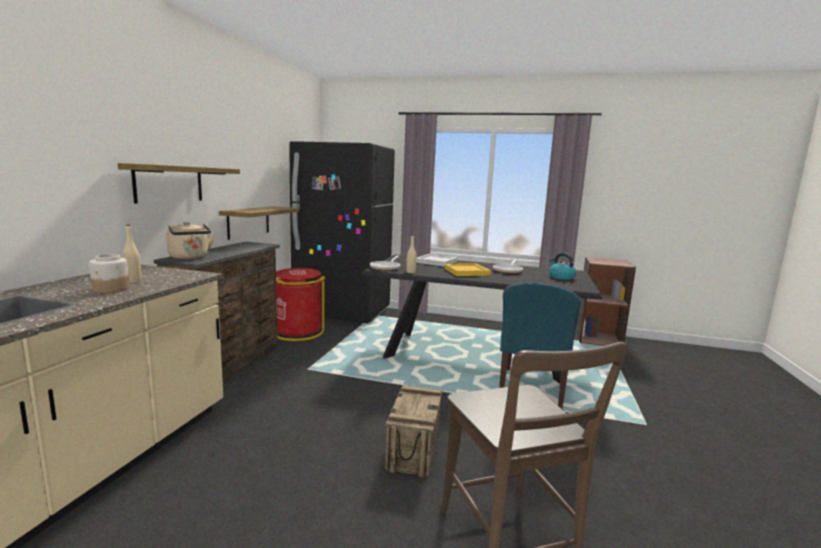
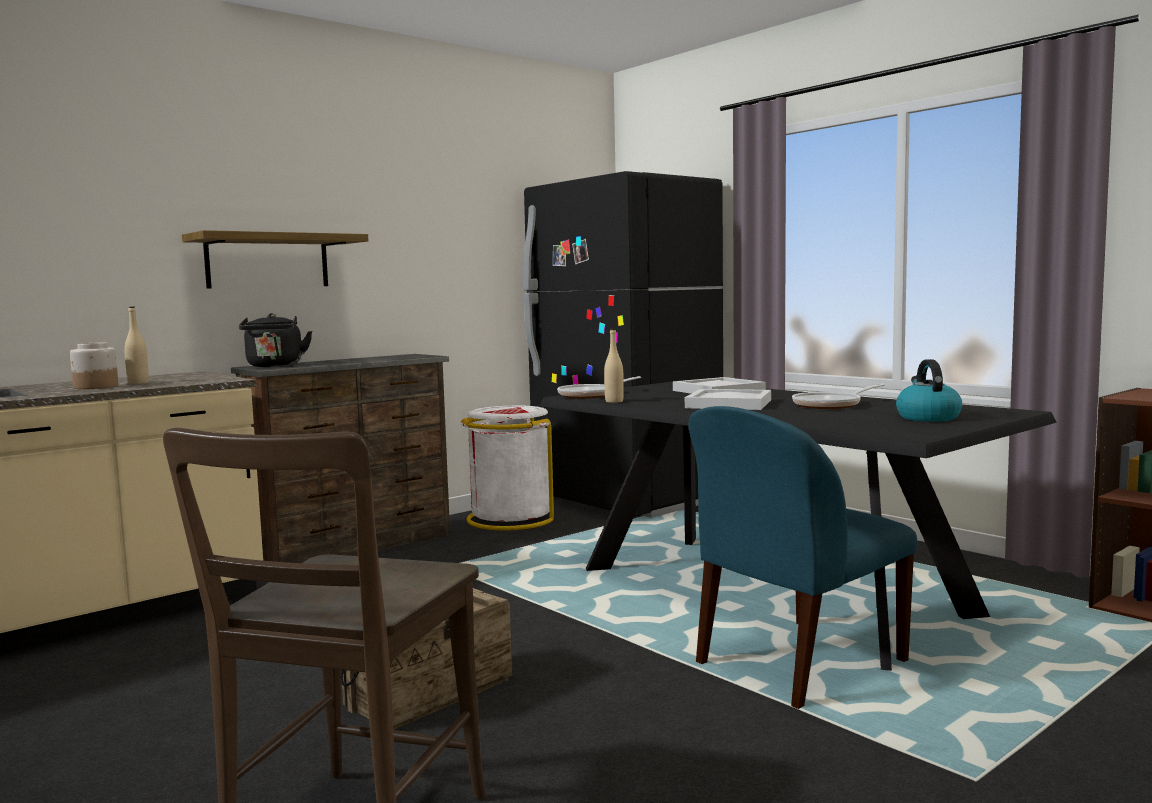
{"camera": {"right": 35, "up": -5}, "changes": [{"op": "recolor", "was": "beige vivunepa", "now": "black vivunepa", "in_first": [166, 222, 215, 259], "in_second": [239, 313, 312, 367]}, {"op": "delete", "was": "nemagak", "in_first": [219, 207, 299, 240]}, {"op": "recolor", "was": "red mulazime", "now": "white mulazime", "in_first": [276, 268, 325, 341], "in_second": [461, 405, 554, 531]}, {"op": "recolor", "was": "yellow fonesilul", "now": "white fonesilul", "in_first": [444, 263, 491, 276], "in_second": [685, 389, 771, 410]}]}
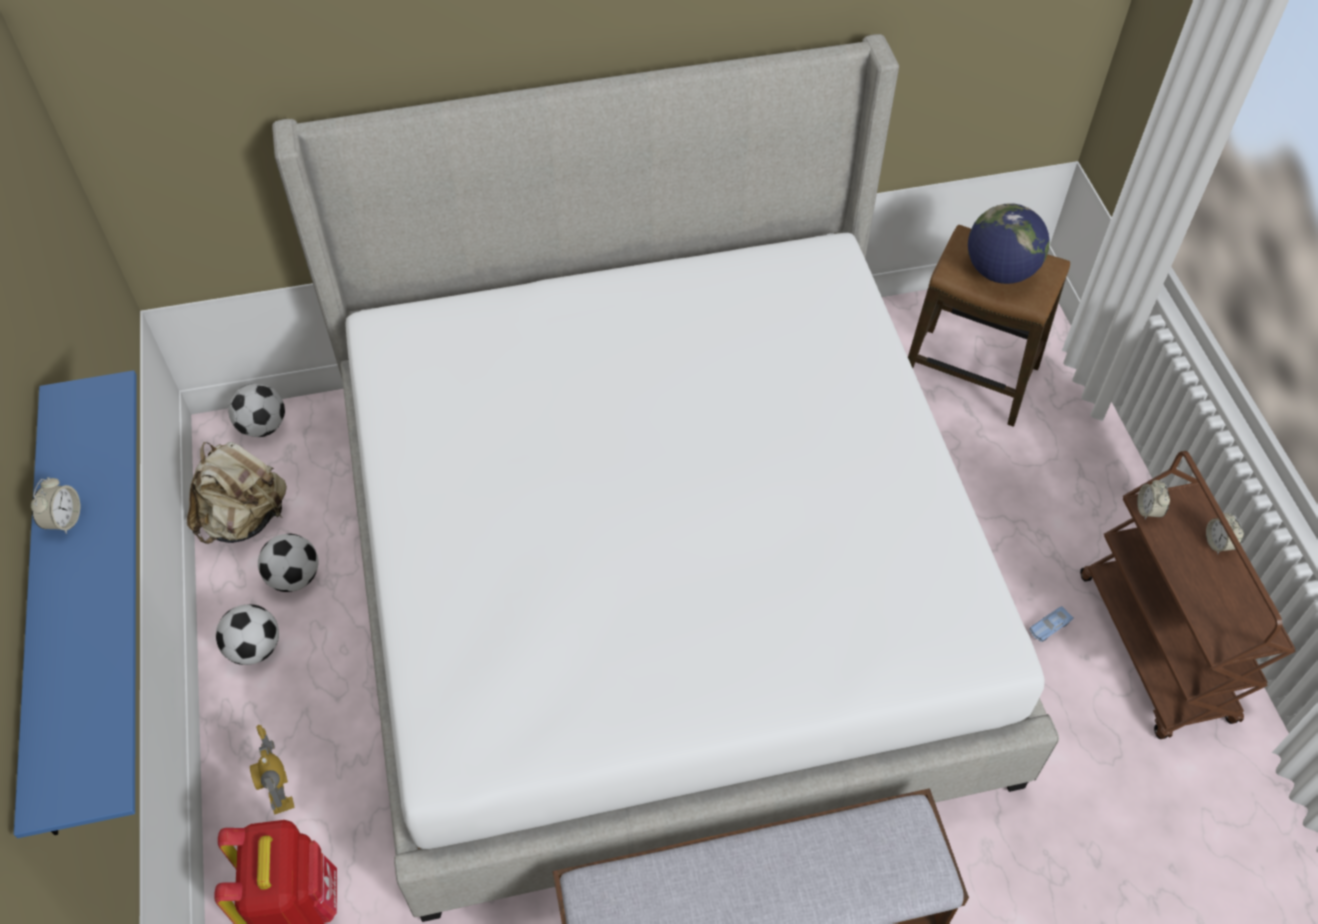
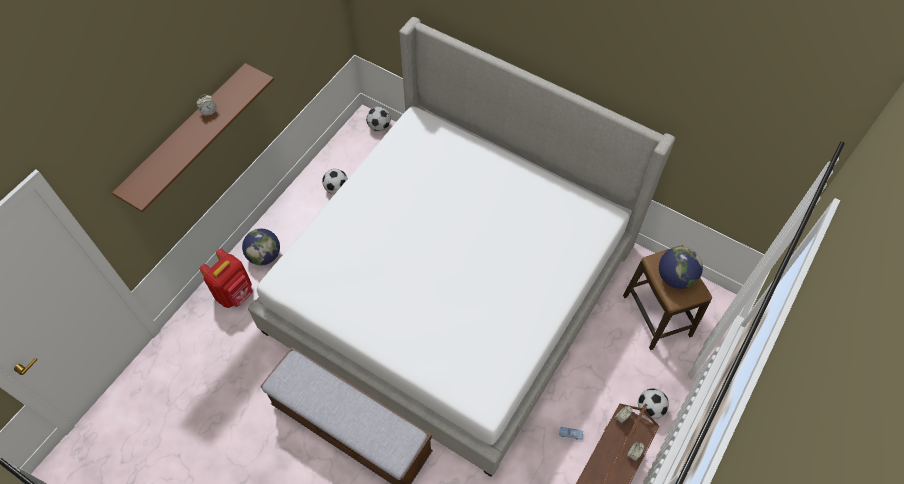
{"camera": {"right": 45, "up": 5}, "changes": [{"op": "recolor", "was": "blue nemagak", "now": "brown nemagak", "in_first": [14, 370, 137, 838], "in_second": [112, 63, 274, 212]}, {"op": "delete", "was": "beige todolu", "in_first": [187, 442, 287, 544]}, {"op": "move", "was": "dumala", "in_first": [216, 604, 279, 665], "in_second": [638, 388, 669, 419]}, {"op": "replace", "was": "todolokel", "now": "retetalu", "in_first": [250, 725, 295, 815], "in_second": [242, 229, 280, 265]}]}
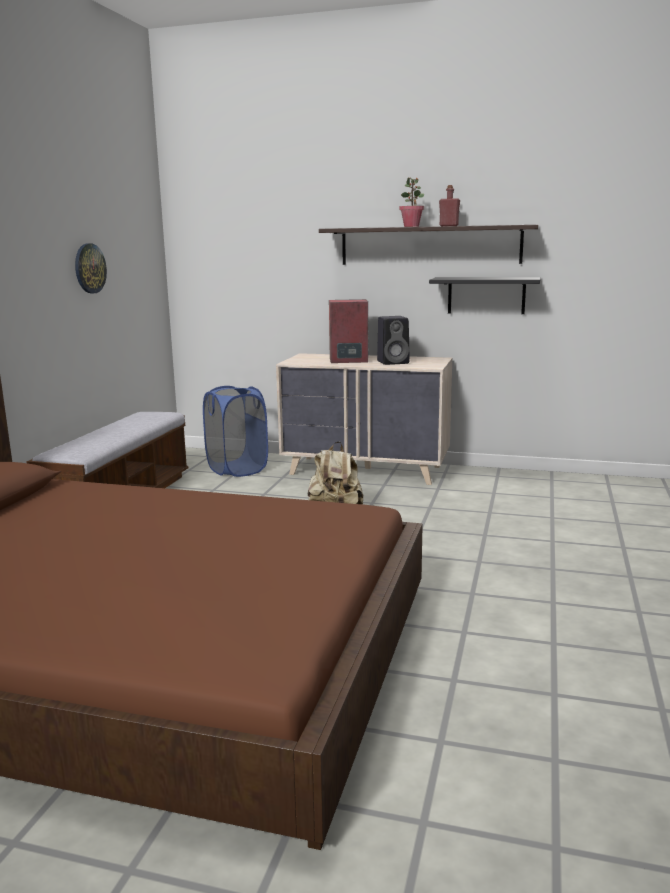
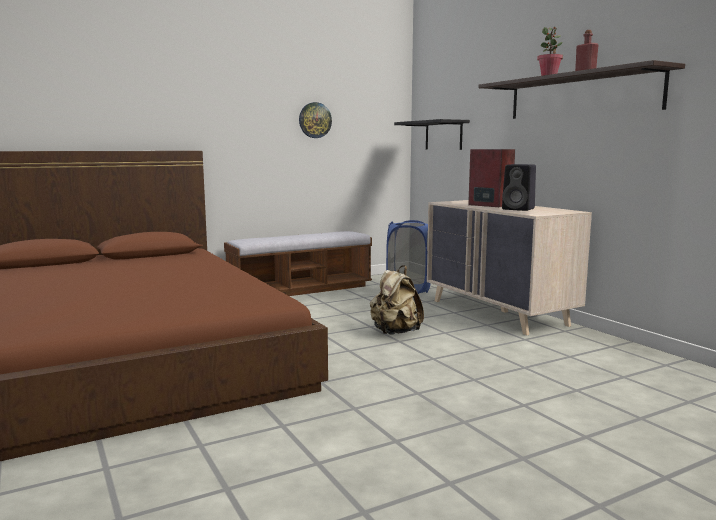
{"camera": {"right": 45, "up": -5}, "changes": [{"op": "move", "was": "black nemagak", "in_first": [429, 277, 541, 314], "in_second": [394, 119, 470, 150]}]}
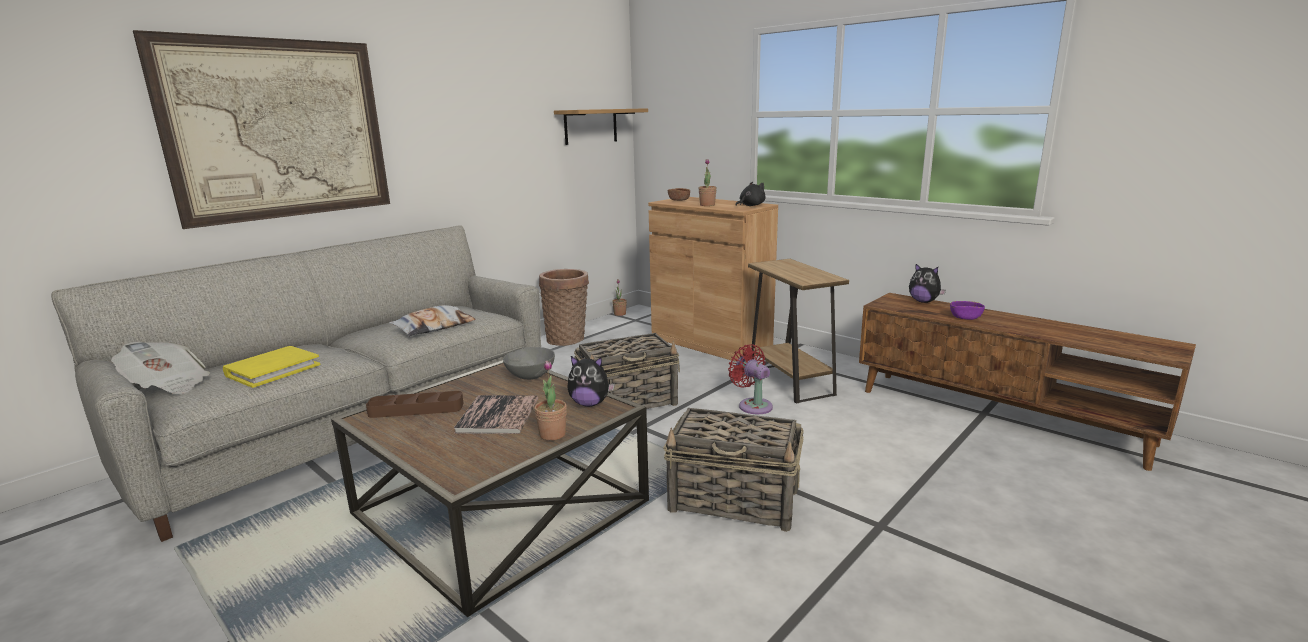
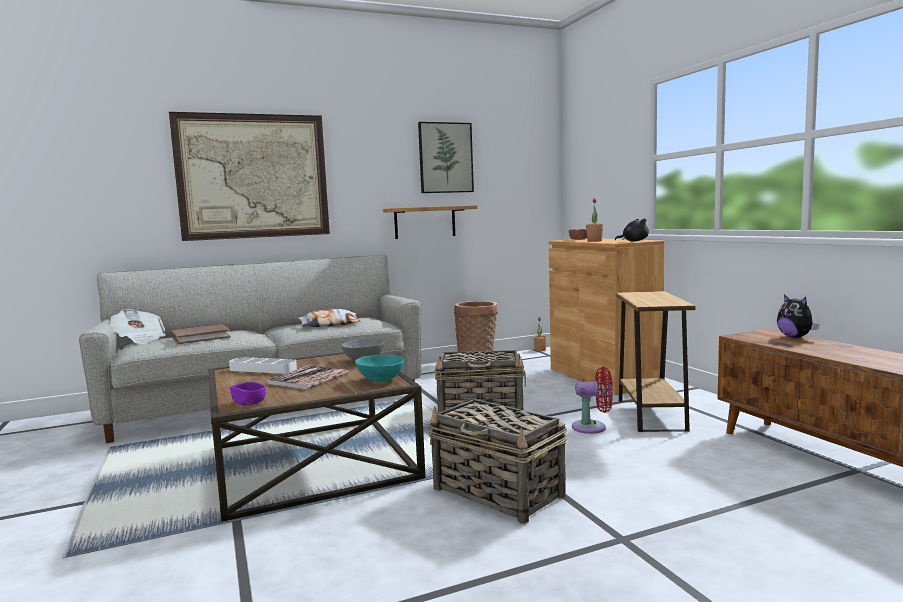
{"camera": {"right": 25, "up": -10}, "changes": [{"op": "recolor", "was": "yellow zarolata", "now": "brown zarolata", "in_first": [223, 346, 321, 388], "in_second": [172, 324, 231, 344]}, {"op": "recolor", "was": "brown fonesilul", "now": "white fonesilul", "in_first": [366, 391, 464, 418], "in_second": [229, 357, 297, 374]}, {"op": "delete", "was": "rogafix", "in_first": [534, 361, 567, 441]}, {"op": "move", "was": "nemagak", "in_first": [554, 108, 648, 145], "in_second": [383, 205, 478, 239]}, {"op": "replace", "was": "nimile", "now": "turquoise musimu", "in_first": [567, 356, 615, 407], "in_second": [355, 355, 404, 382]}, {"op": "rotate", "was": "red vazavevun", "in_first": [728, 344, 773, 414], "in_second": [572, 367, 613, 434], "clockwise": 105}, {"op": "move", "was": "purple musimu", "in_first": [950, 301, 985, 320], "in_second": [230, 382, 266, 405]}, {"op": "insert", "now": "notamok", "in_second": [418, 122, 474, 193]}]}
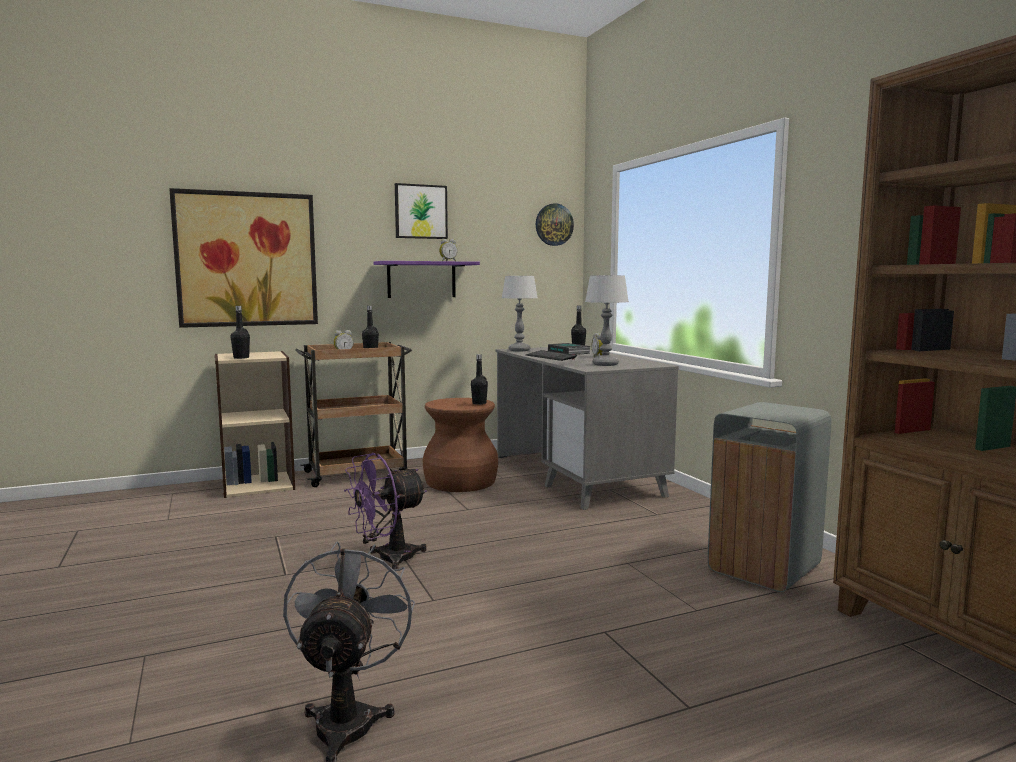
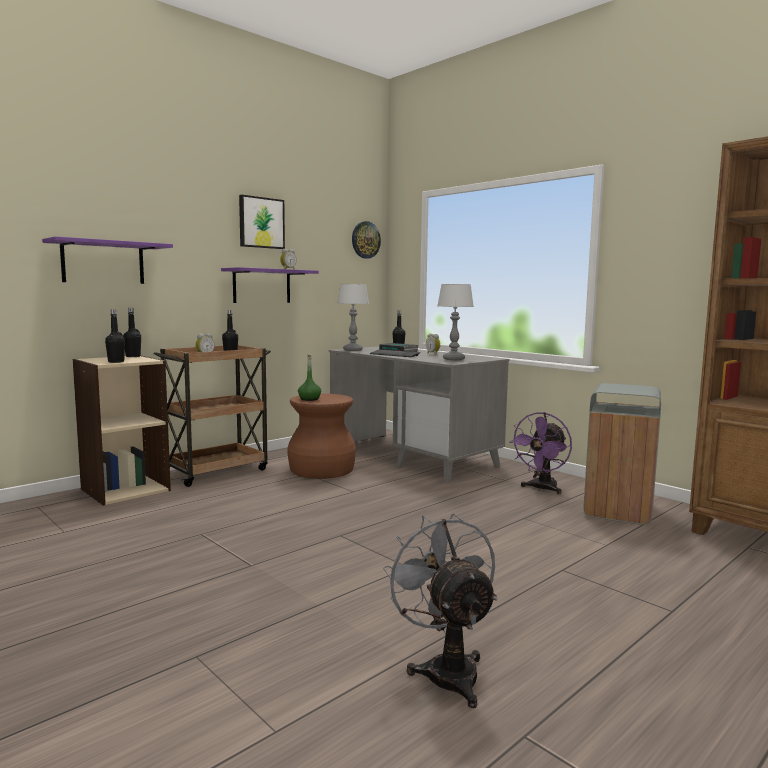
{"camera": {"right": -20, "up": 0}, "changes": [{"op": "replace", "was": "notamok", "now": "purple nemagak", "in_first": [169, 188, 318, 328], "in_second": [42, 236, 173, 284]}, {"op": "move", "was": "purple vazavevun", "in_first": [344, 453, 427, 569], "in_second": [509, 412, 572, 494]}, {"op": "move", "was": "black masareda", "in_first": [471, 354, 488, 405], "in_second": [123, 308, 141, 357]}, {"op": "insert", "now": "green masareda", "in_second": [298, 355, 321, 401]}]}
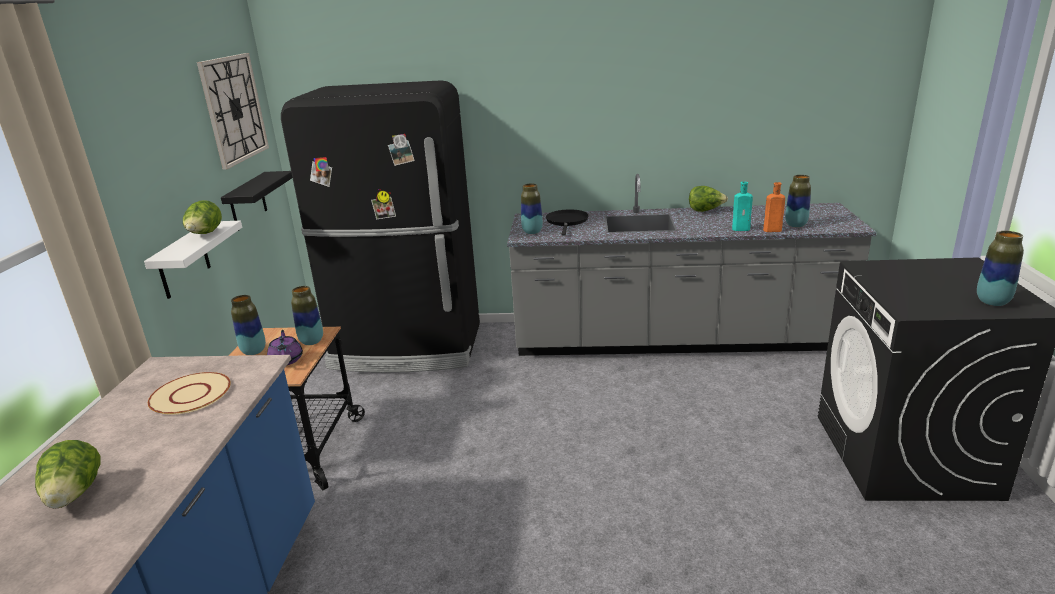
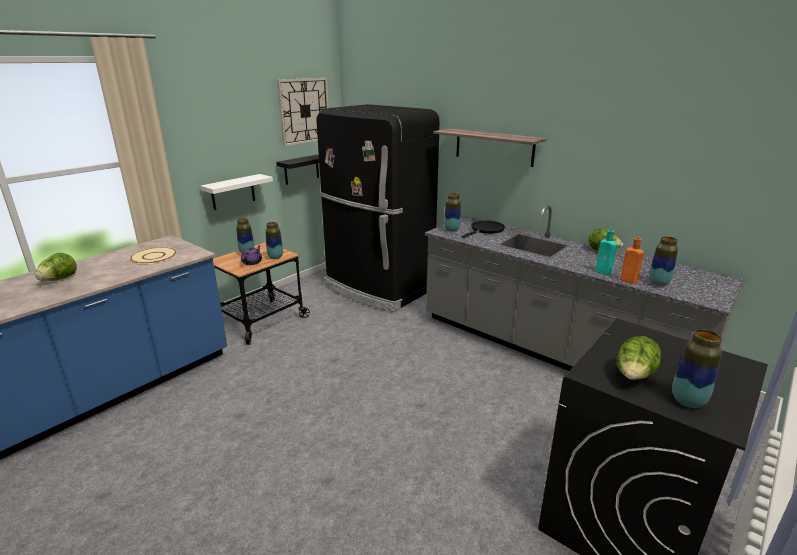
{"camera": {"right": 35, "up": 0}, "changes": [{"op": "move", "was": "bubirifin", "in_first": [183, 200, 222, 234], "in_second": [617, 336, 661, 380]}, {"op": "insert", "now": "nemagak", "in_second": [433, 128, 547, 167]}]}
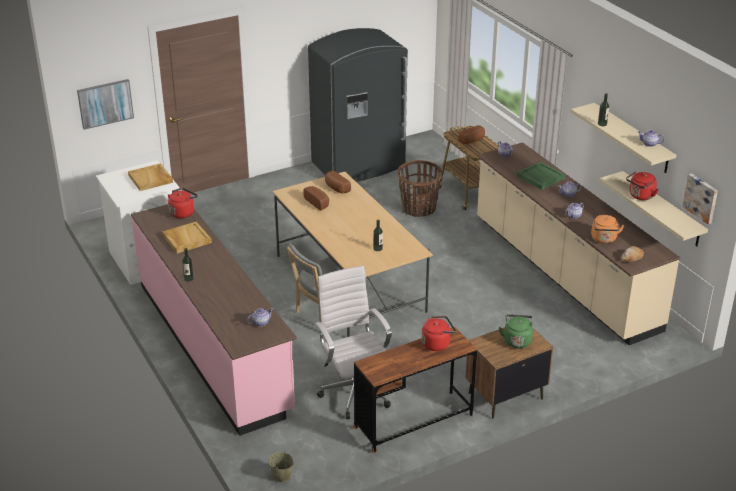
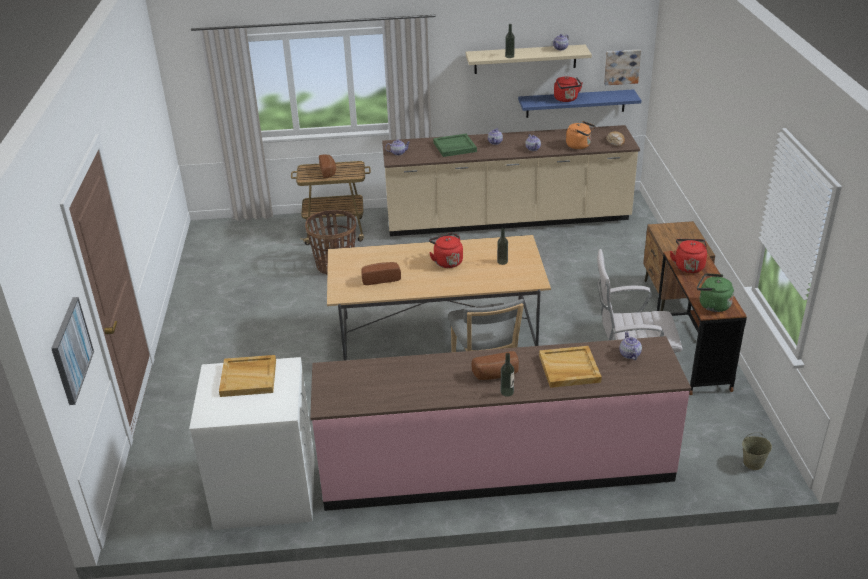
{"camera": {"right": -65, "up": 0}, "changes": [{"op": "move", "was": "beige fonesilul", "in_first": [162, 222, 212, 254], "in_second": [539, 346, 602, 388]}, {"op": "move", "was": "red vivunepa", "in_first": [168, 188, 198, 218], "in_second": [429, 233, 463, 268]}, {"op": "delete", "was": "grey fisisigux", "in_first": [308, 28, 408, 182]}, {"op": "move", "was": "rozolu", "in_first": [325, 170, 351, 193], "in_second": [471, 351, 519, 380]}, {"op": "move", "was": "green vivunepa", "in_first": [499, 314, 533, 348], "in_second": [697, 273, 734, 312]}, {"op": "recolor", "was": "beige nemagak", "now": "blue nemagak", "in_first": [599, 171, 708, 246], "in_second": [518, 89, 641, 118]}]}
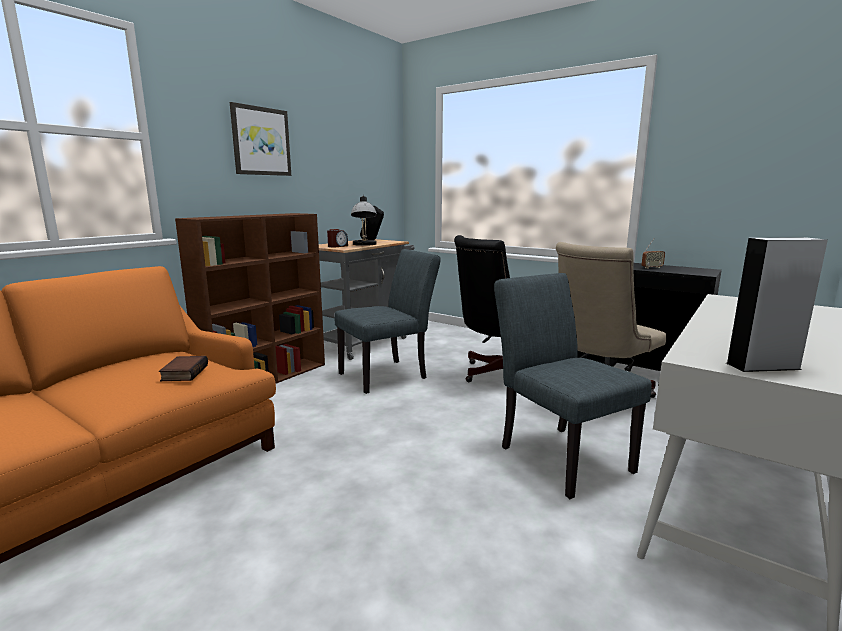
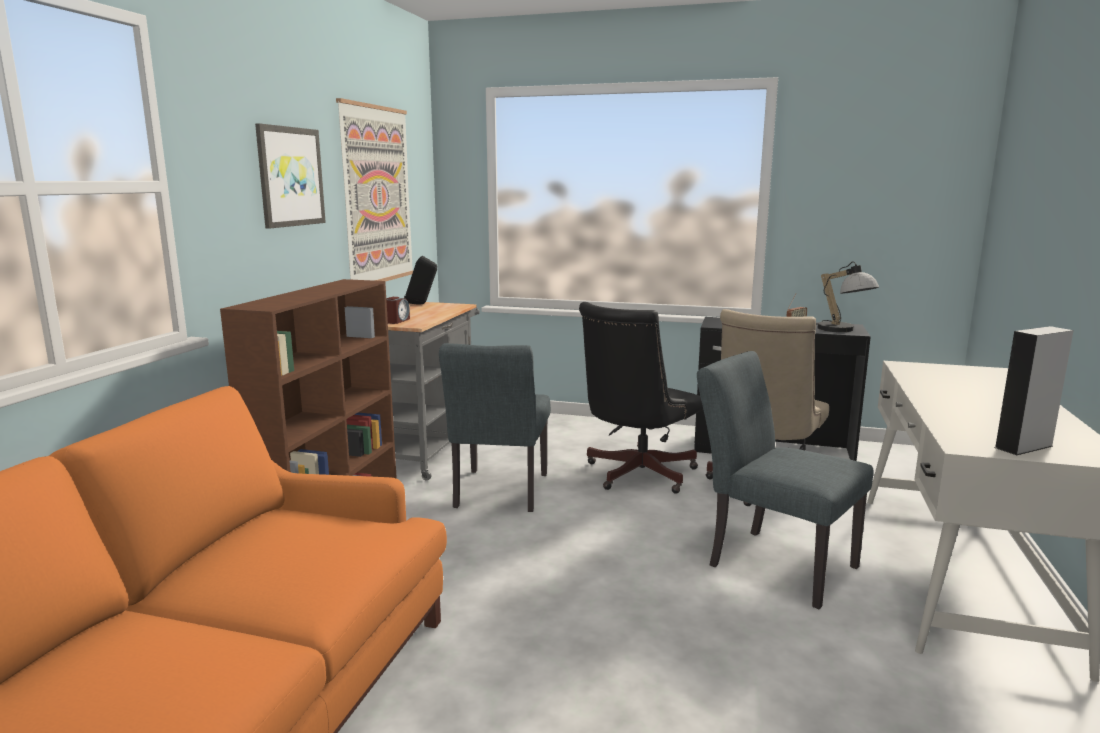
{"camera": {"right": -20, "up": 0}, "changes": [{"op": "delete", "was": "zarolata", "in_first": [159, 356, 208, 381]}, {"op": "rotate", "was": "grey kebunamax", "in_first": [334, 249, 441, 394], "in_second": [439, 343, 551, 512], "clockwise": 150}, {"op": "move", "was": "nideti", "in_first": [351, 194, 377, 246], "in_second": [817, 261, 879, 332]}, {"op": "insert", "now": "notamok", "in_second": [336, 98, 413, 282]}]}
